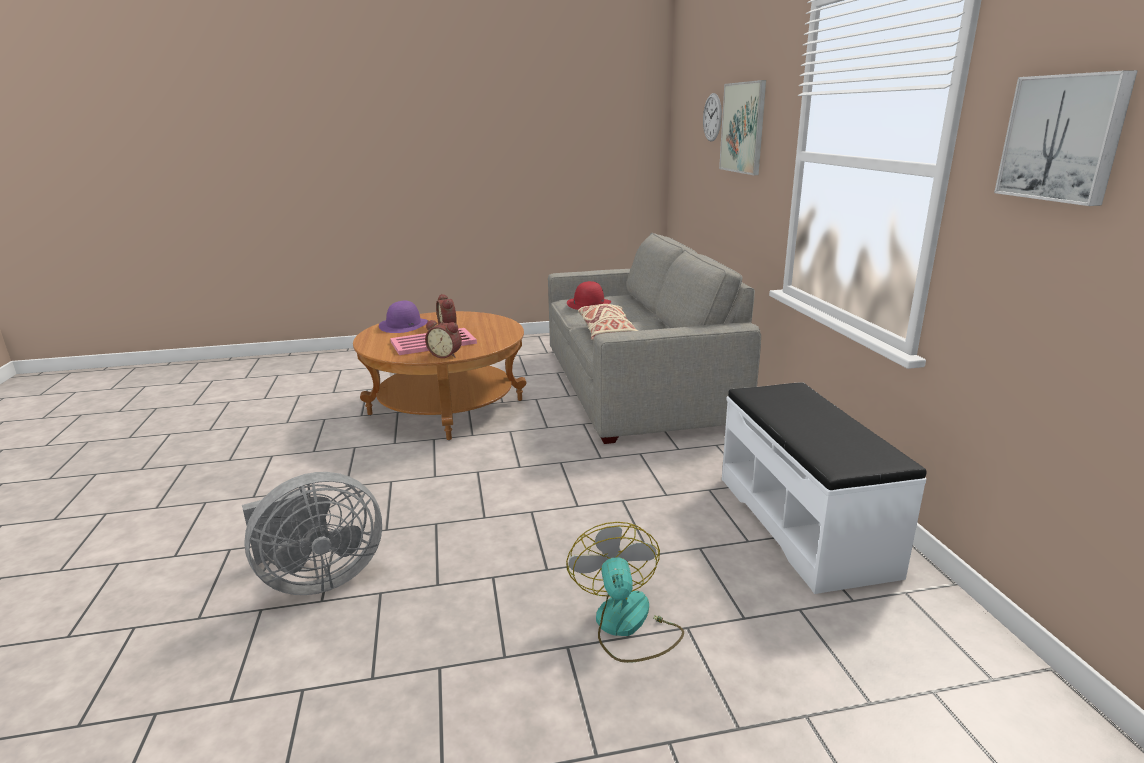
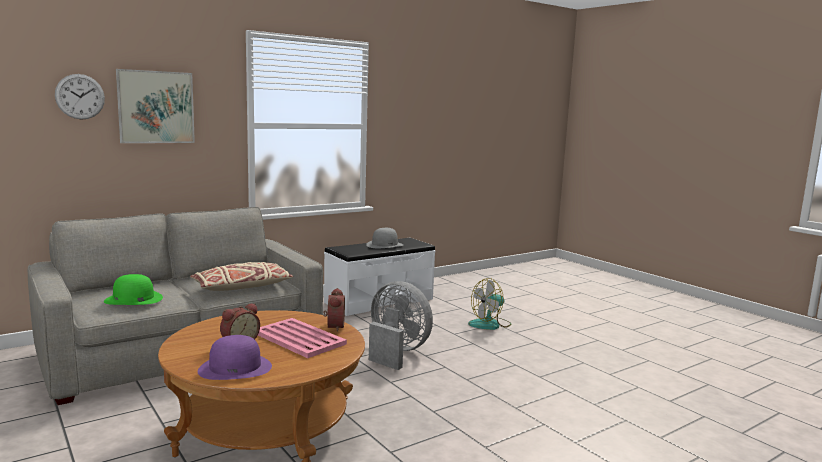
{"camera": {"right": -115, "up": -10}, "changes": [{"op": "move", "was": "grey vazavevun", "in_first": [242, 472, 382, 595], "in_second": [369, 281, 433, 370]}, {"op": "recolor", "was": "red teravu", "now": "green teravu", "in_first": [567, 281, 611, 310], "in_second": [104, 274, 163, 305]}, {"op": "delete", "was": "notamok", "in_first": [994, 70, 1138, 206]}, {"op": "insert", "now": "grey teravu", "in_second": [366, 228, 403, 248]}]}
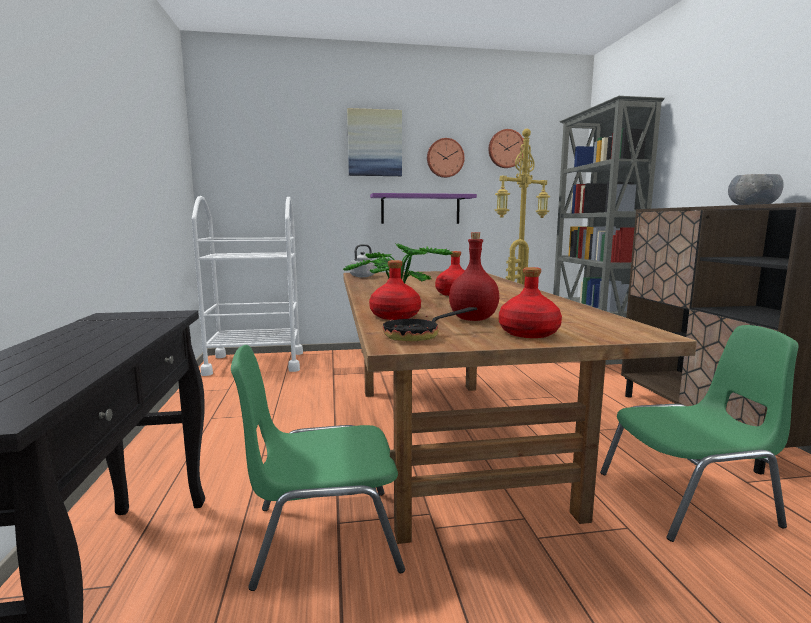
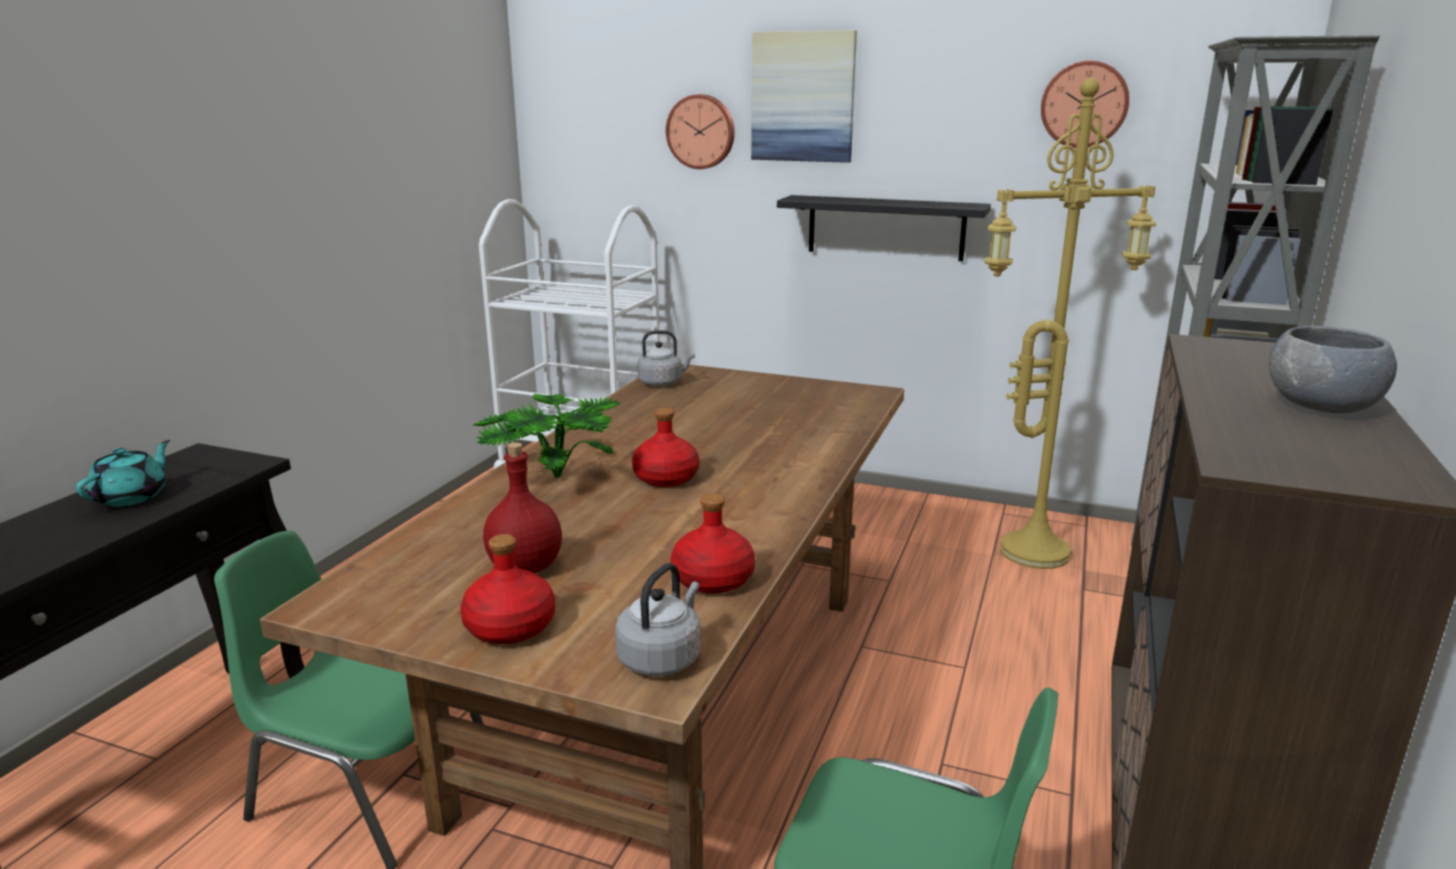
{"camera": {"right": 30, "up": 10}, "changes": [{"op": "move", "was": "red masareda", "in_first": [369, 260, 421, 320], "in_second": [671, 493, 755, 594]}, {"op": "recolor", "was": "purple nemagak", "now": "black nemagak", "in_first": [370, 193, 477, 224], "in_second": [777, 195, 991, 261]}, {"op": "delete", "was": "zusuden", "in_first": [383, 307, 477, 342]}, {"op": "move", "was": "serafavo", "in_first": [427, 138, 465, 178], "in_second": [666, 94, 735, 169]}, {"op": "insert", "now": "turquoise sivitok", "in_second": [76, 440, 170, 507]}, {"op": "insert", "now": "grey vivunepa", "in_second": [615, 563, 700, 676]}]}
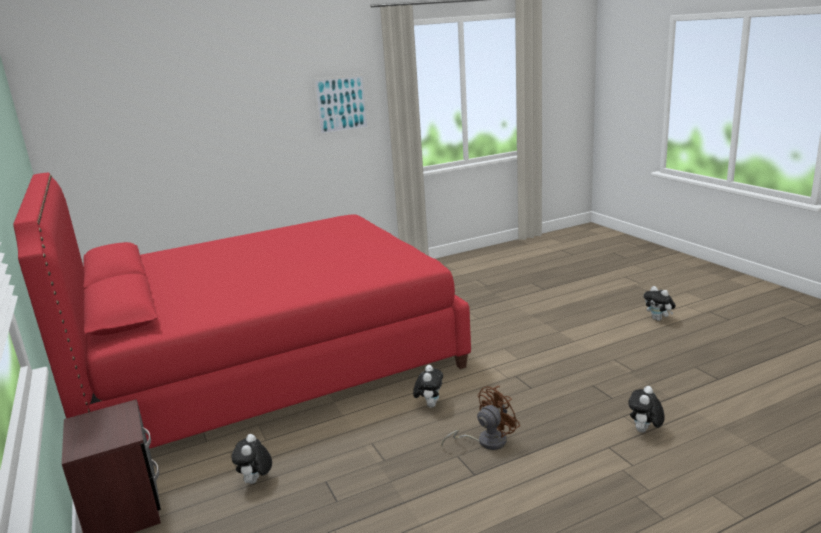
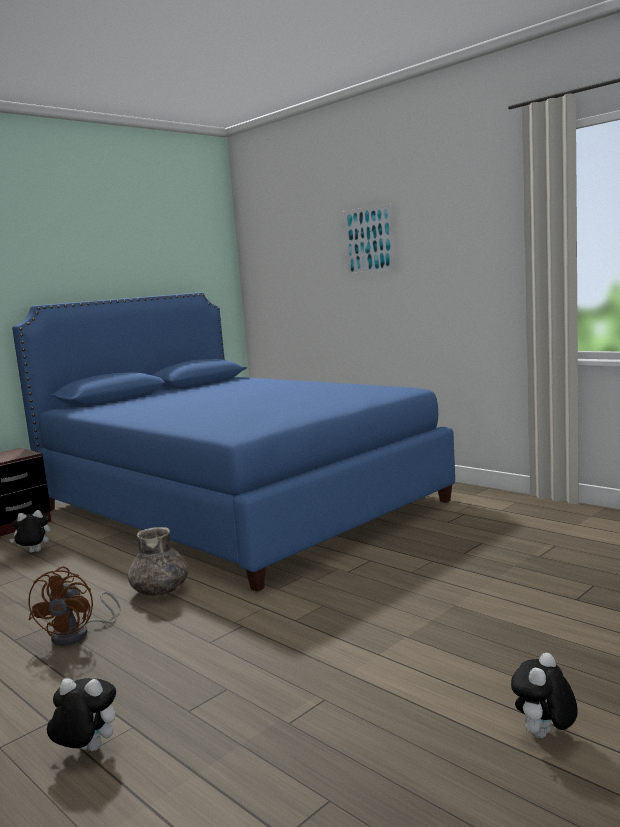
{"camera": {"right": 70, "up": -10}, "changes": [{"op": "recolor", "was": "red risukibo", "now": "blue risukibo", "in_first": [13, 173, 471, 449], "in_second": [12, 293, 455, 592]}, {"op": "move", "was": "notamok", "in_first": [312, 74, 369, 135], "in_second": [342, 203, 396, 275]}, {"op": "replace", "was": "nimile", "now": "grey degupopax", "in_first": [413, 365, 443, 408], "in_second": [128, 527, 188, 596]}, {"op": "rotate", "was": "brown vazavevun", "in_first": [441, 386, 520, 450], "in_second": [28, 566, 121, 646], "clockwise": 60}]}
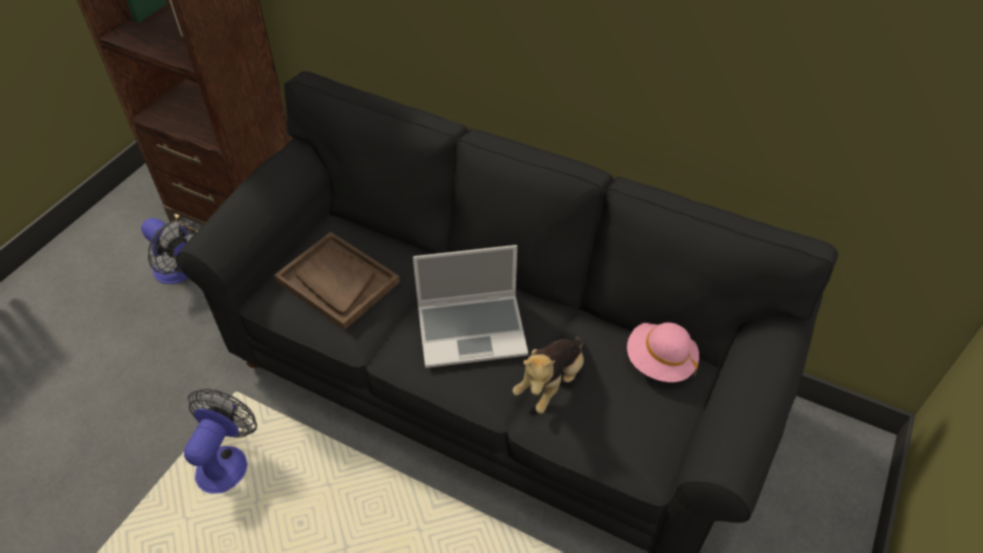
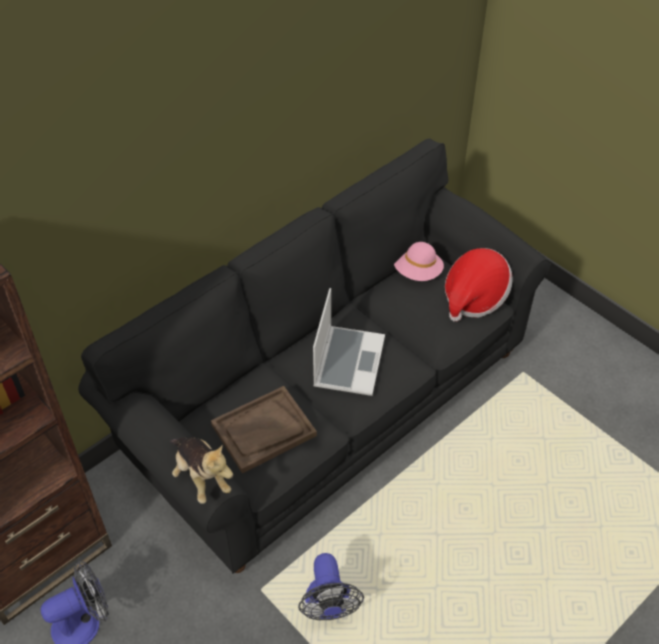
{"camera": {"right": -70, "up": 0}, "changes": [{"op": "rotate", "was": "vazavevun", "in_first": [184, 389, 257, 494], "in_second": [298, 553, 364, 620], "clockwise": -135}, {"op": "move", "was": "nimile", "in_first": [512, 337, 584, 414], "in_second": [170, 437, 233, 504]}, {"op": "insert", "now": "teravu", "in_second": [445, 248, 513, 322]}]}
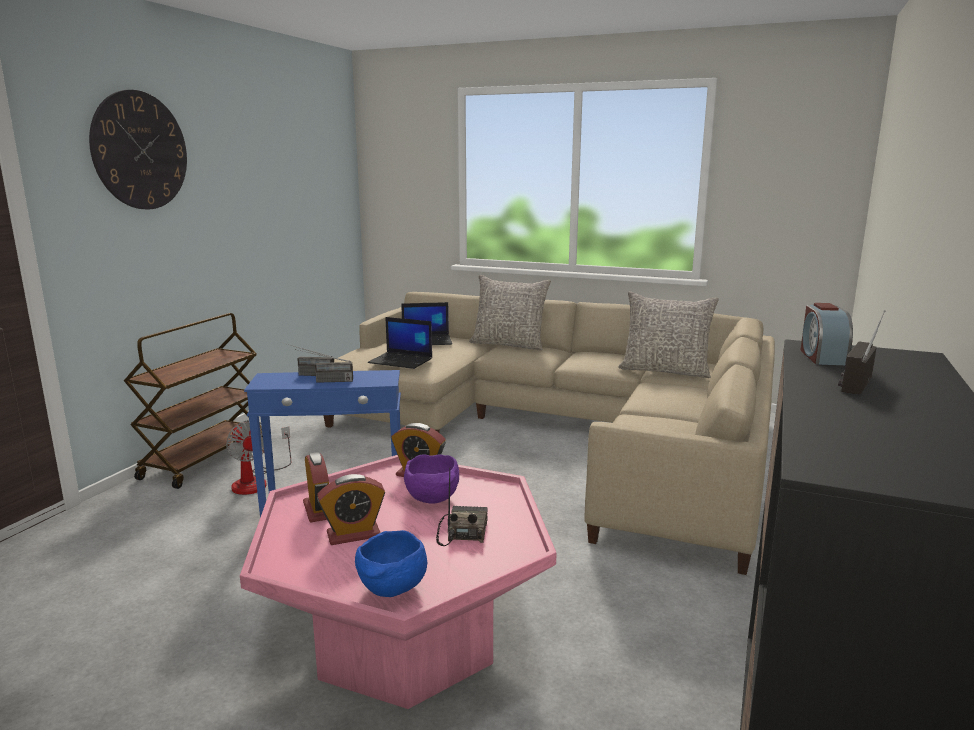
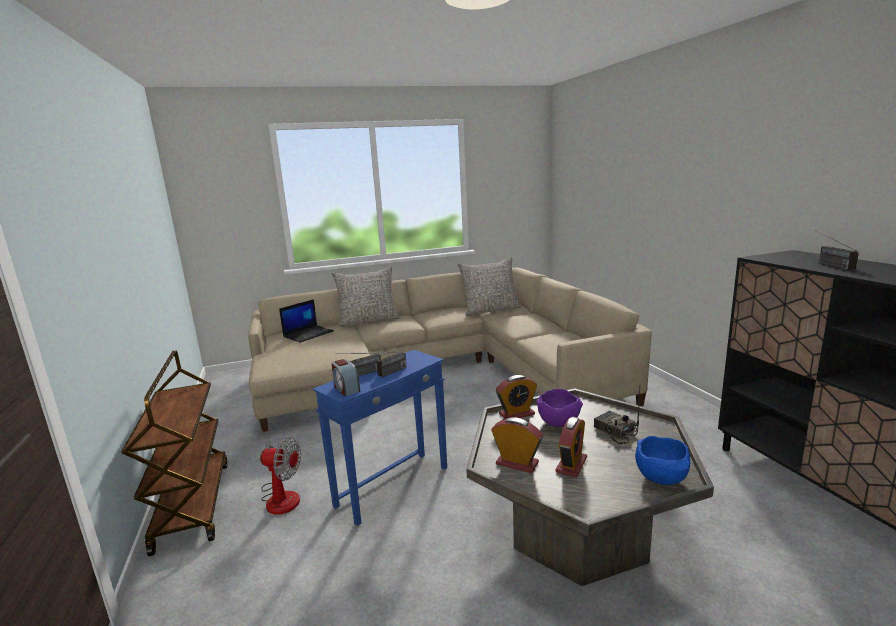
{"camera": {"right": -40, "up": 0}, "changes": [{"op": "delete", "was": "serafavo", "in_first": [89, 90, 187, 209]}, {"op": "recolor", "was": "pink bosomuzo", "now": "grey bosomuzo", "in_first": [240, 455, 556, 709], "in_second": [466, 388, 714, 586]}, {"op": "delete", "was": "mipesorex", "in_first": [368, 317, 432, 369]}, {"op": "move", "was": "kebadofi", "in_first": [800, 303, 853, 365], "in_second": [331, 359, 360, 396]}]}
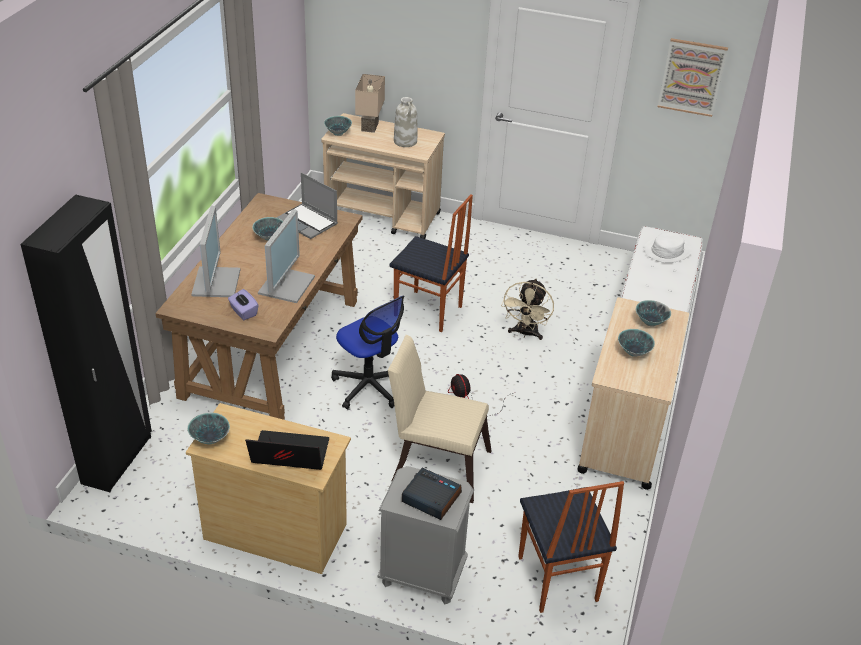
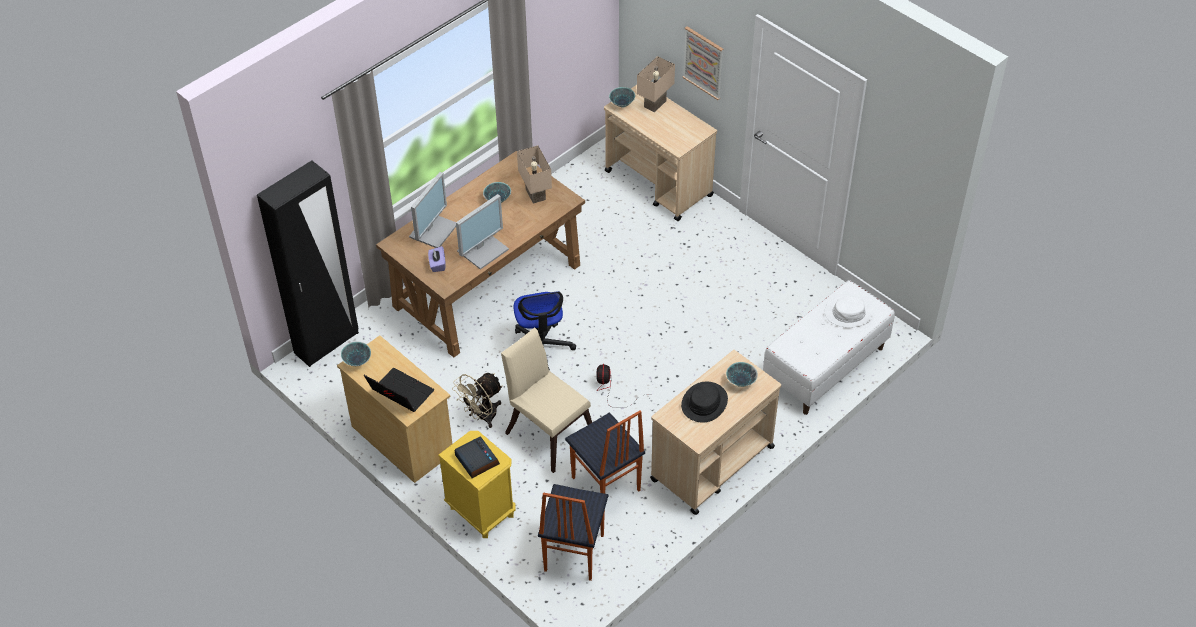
{"camera": {"right": 30, "up": 10}, "changes": [{"op": "replace", "was": "mipesorex", "now": "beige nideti", "in_first": [276, 172, 338, 239], "in_second": [517, 145, 552, 204]}, {"op": "recolor", "was": "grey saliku", "now": "yellow saliku", "in_first": [378, 466, 474, 605], "in_second": [438, 431, 516, 538]}, {"op": "move", "was": "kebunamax", "in_first": [389, 194, 473, 332], "in_second": [565, 410, 645, 494]}, {"op": "delete", "was": "white degupopax", "in_first": [394, 97, 417, 147]}, {"op": "move", "was": "beige vazavevun", "in_first": [501, 279, 554, 340], "in_second": [452, 373, 503, 428]}, {"op": "replace", "was": "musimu", "now": "black teravu", "in_first": [618, 329, 655, 357], "in_second": [681, 382, 728, 423]}, {"op": "move", "was": "notamok", "in_first": [658, 38, 728, 117], "in_second": [682, 26, 723, 100]}]}
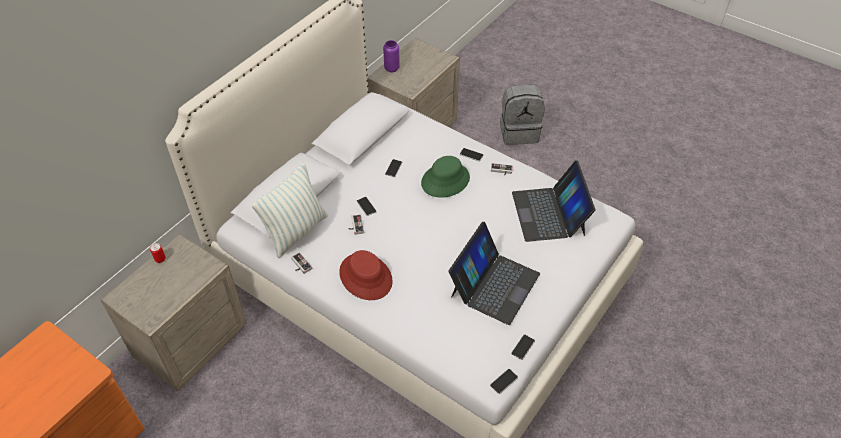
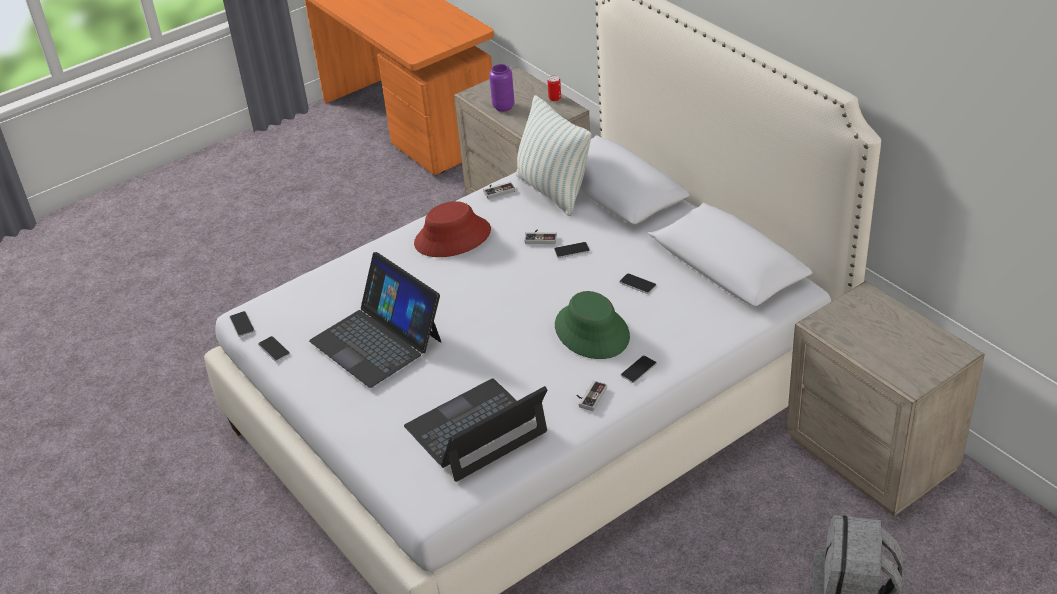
{"camera": {"right": 110, "up": -10}, "changes": [{"op": "move", "was": "purple degupopax", "in_first": [383, 40, 400, 72], "in_second": [489, 64, 515, 112]}, {"op": "rotate", "was": "mipesorex", "in_first": [512, 160, 595, 242], "in_second": [404, 379, 548, 482], "clockwise": -45}]}
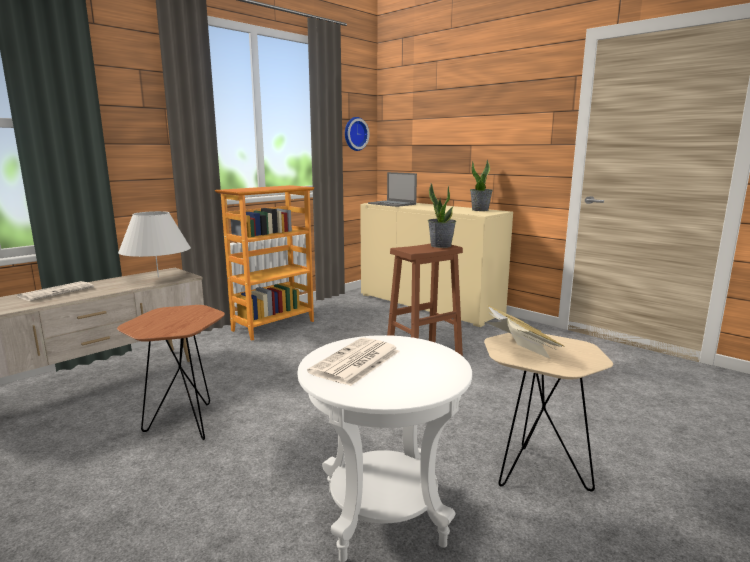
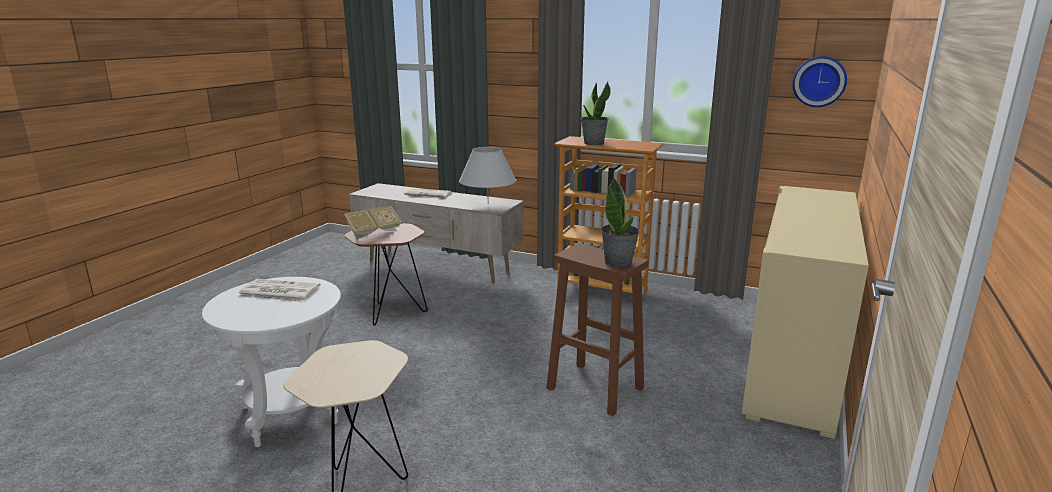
{"camera": {"right": 70, "up": 5}, "changes": [{"op": "delete", "was": "mipesorex", "in_first": [368, 172, 417, 207]}, {"op": "move", "was": "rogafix", "in_first": [470, 159, 493, 211], "in_second": [581, 82, 611, 145]}, {"op": "move", "was": "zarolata", "in_first": [486, 305, 565, 359], "in_second": [344, 205, 403, 239]}]}
